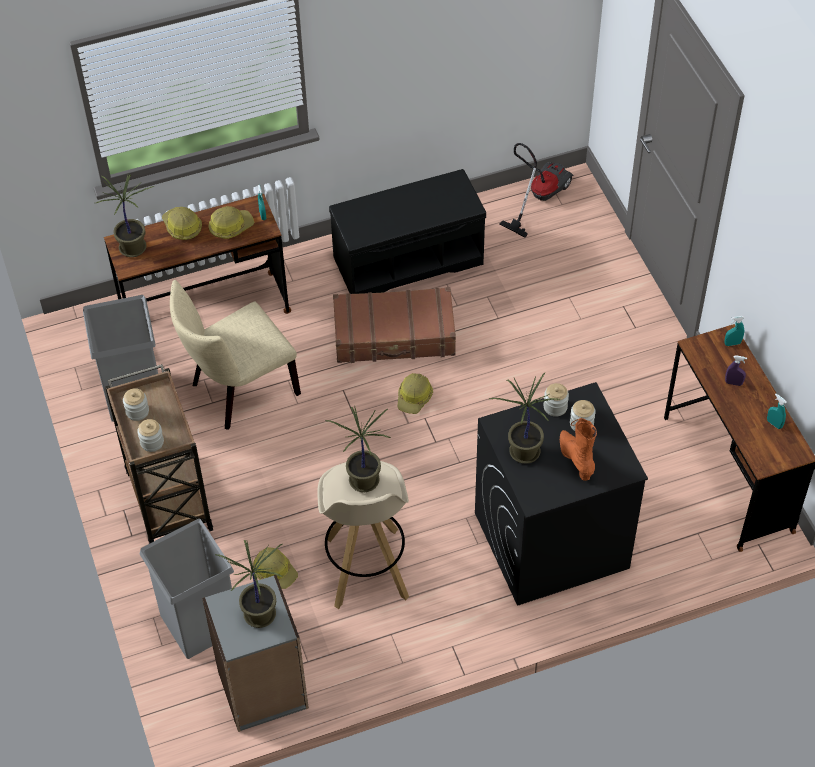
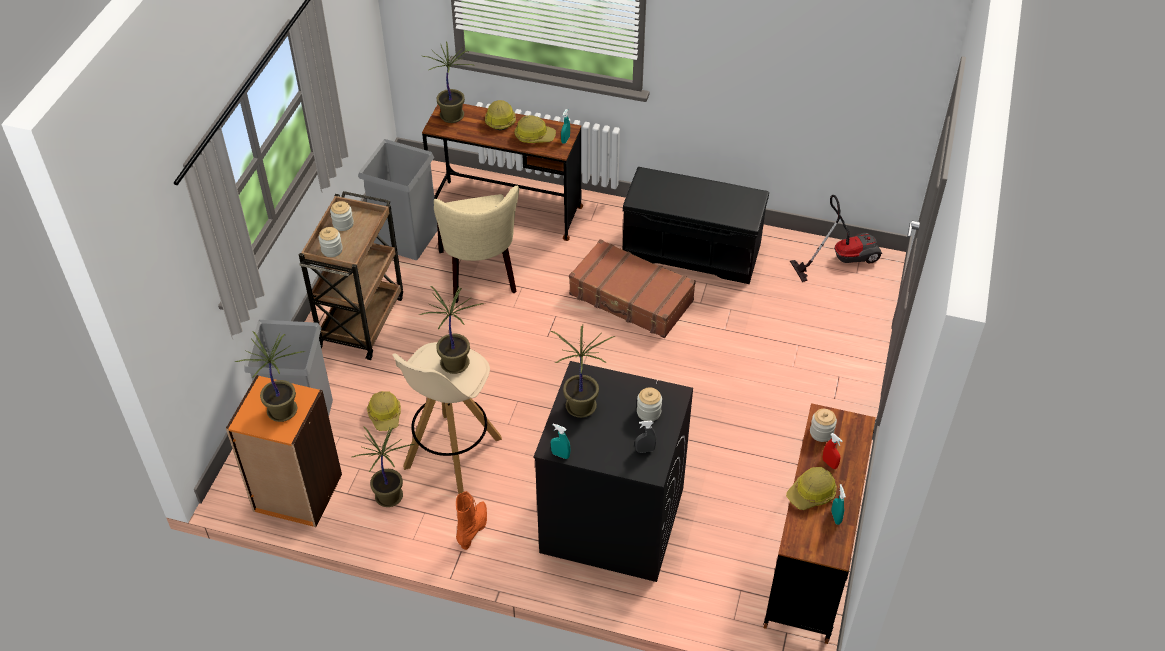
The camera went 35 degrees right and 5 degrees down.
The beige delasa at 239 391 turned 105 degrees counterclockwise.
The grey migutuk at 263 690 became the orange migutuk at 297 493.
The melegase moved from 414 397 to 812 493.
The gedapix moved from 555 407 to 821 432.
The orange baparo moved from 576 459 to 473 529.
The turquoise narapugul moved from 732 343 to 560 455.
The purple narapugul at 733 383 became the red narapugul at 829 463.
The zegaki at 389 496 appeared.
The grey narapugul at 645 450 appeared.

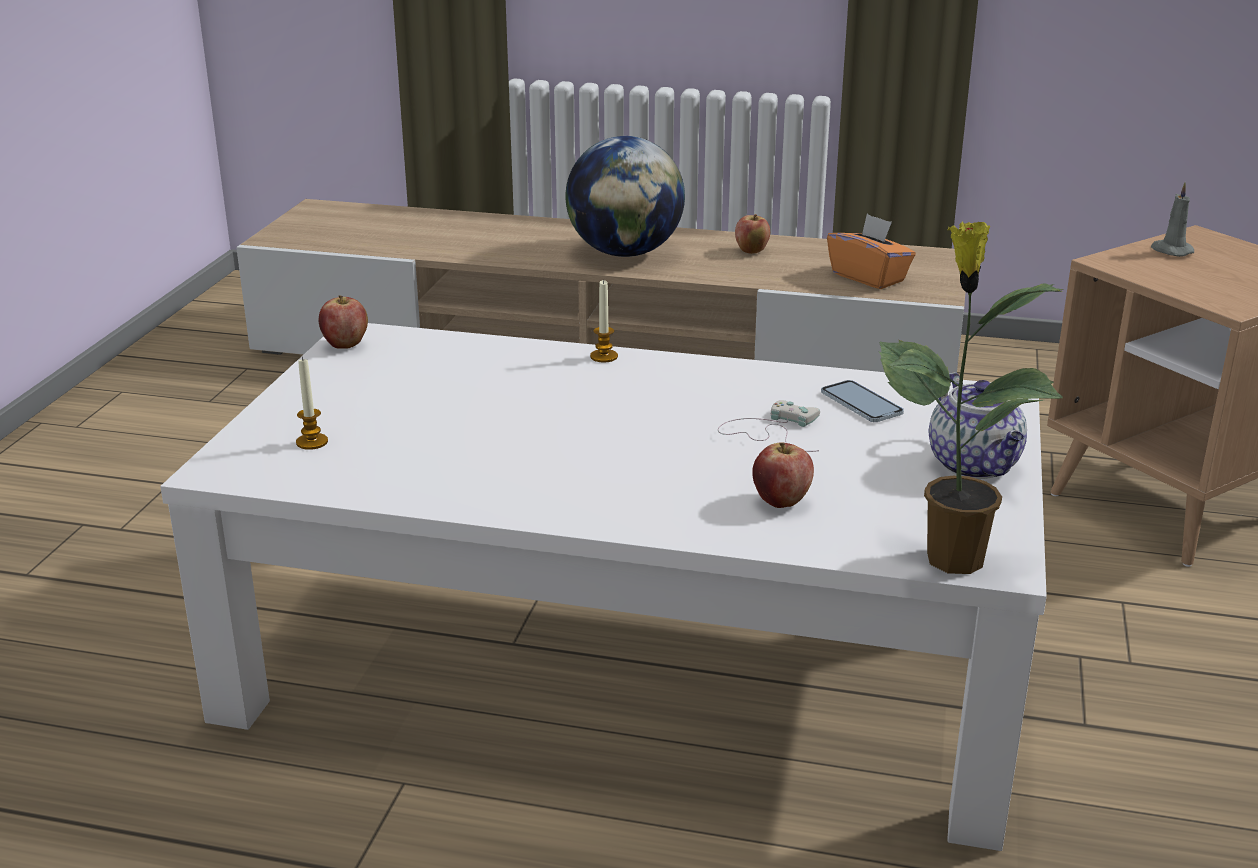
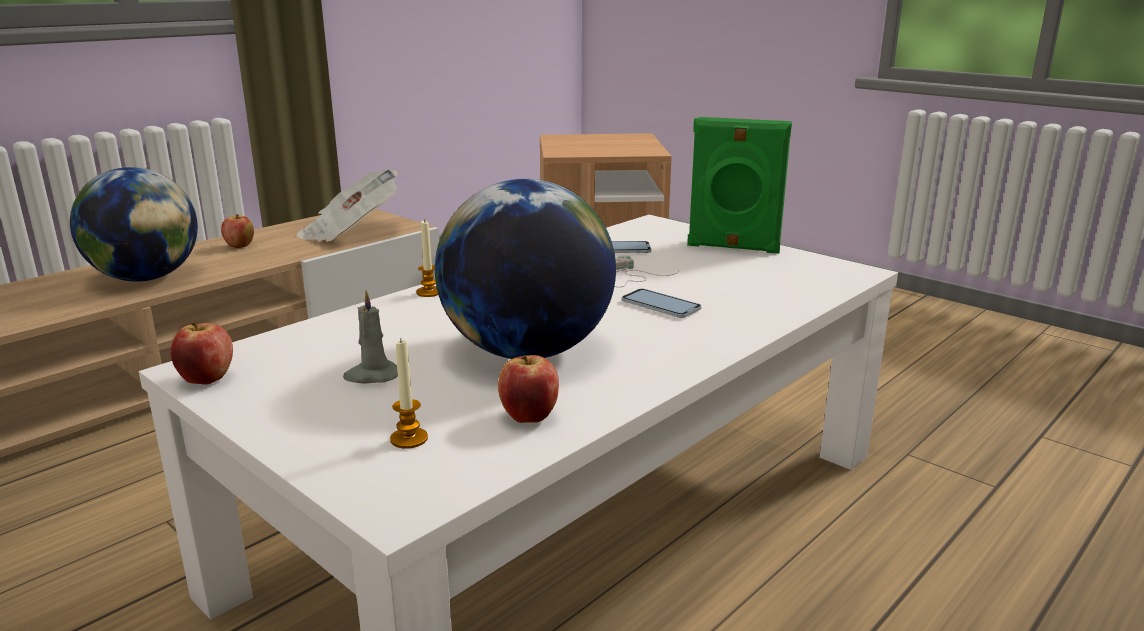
The camera went 60 degrees left and 5 degrees down.
The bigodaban moved from 781 502 to 530 417.
The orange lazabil at 869 277 was replaced by the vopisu at 350 233.
The zegaki at 950 558 disappeared.
The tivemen at 975 466 was replaced by the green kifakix at 733 247.
The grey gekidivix moved from 1170 251 to 371 376.
The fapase at 527 351 appeared.
The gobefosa at 660 305 appeared.

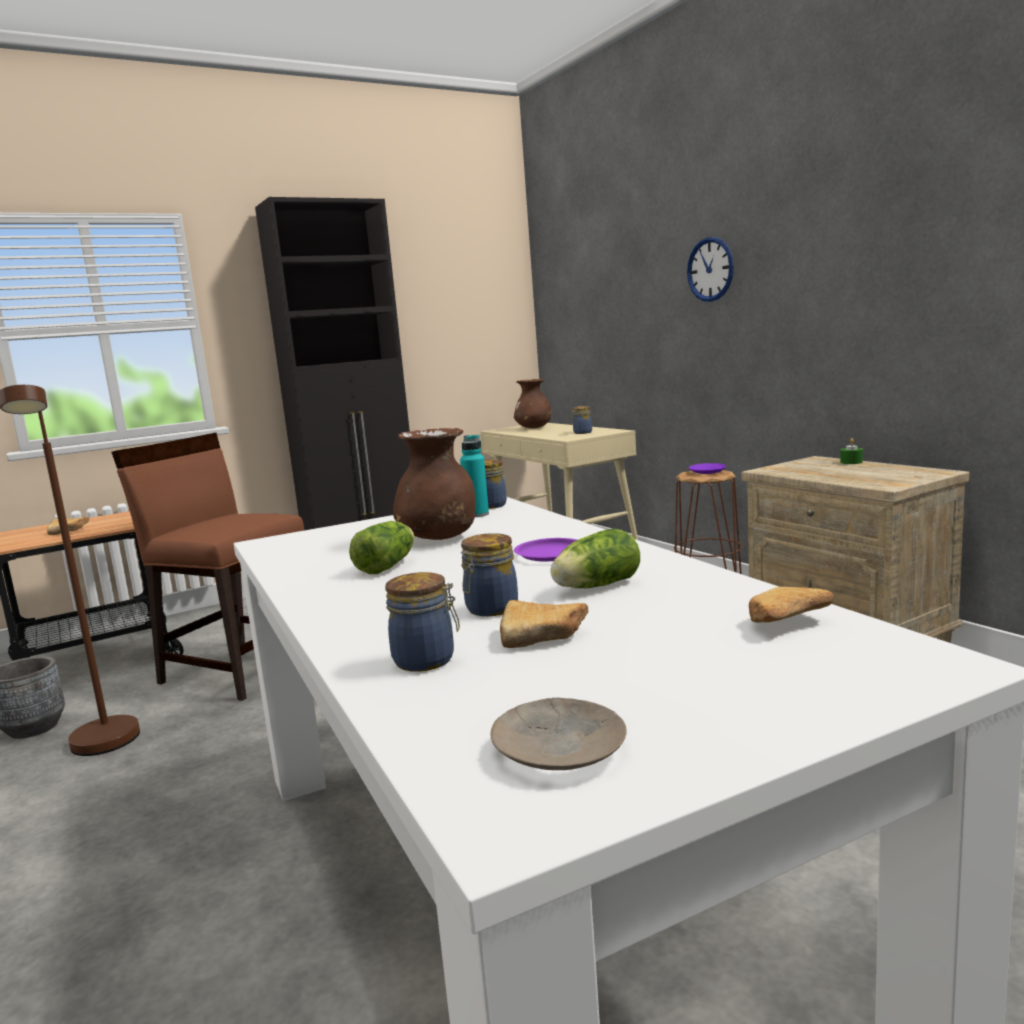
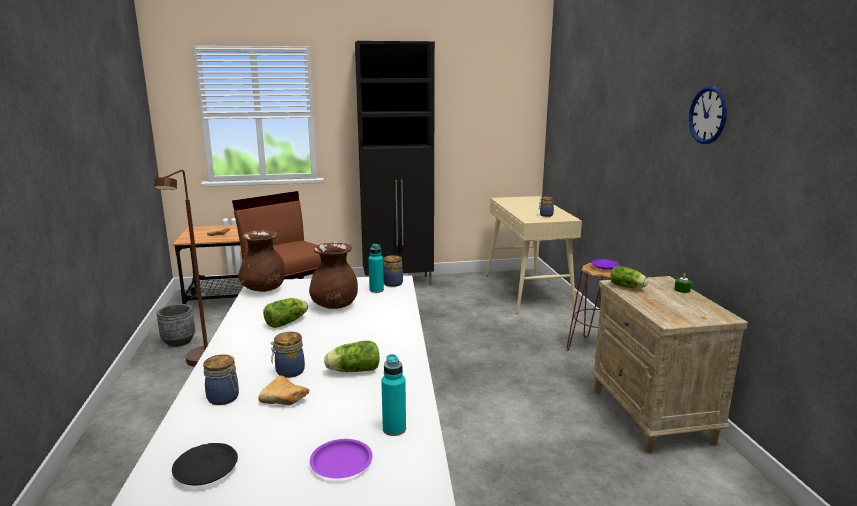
The camera went 20 degrees right and 5 degrees up.
The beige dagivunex at 558 748 became the black dagivunex at 207 470.
The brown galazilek moved from 533 428 to 264 290.
The purple dagivunex moved from 550 554 to 341 463.
The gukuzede moved from 710 269 to 708 115.
The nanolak at 782 624 was replaced by the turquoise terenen at 394 429.
The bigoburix at 628 287 appeared.

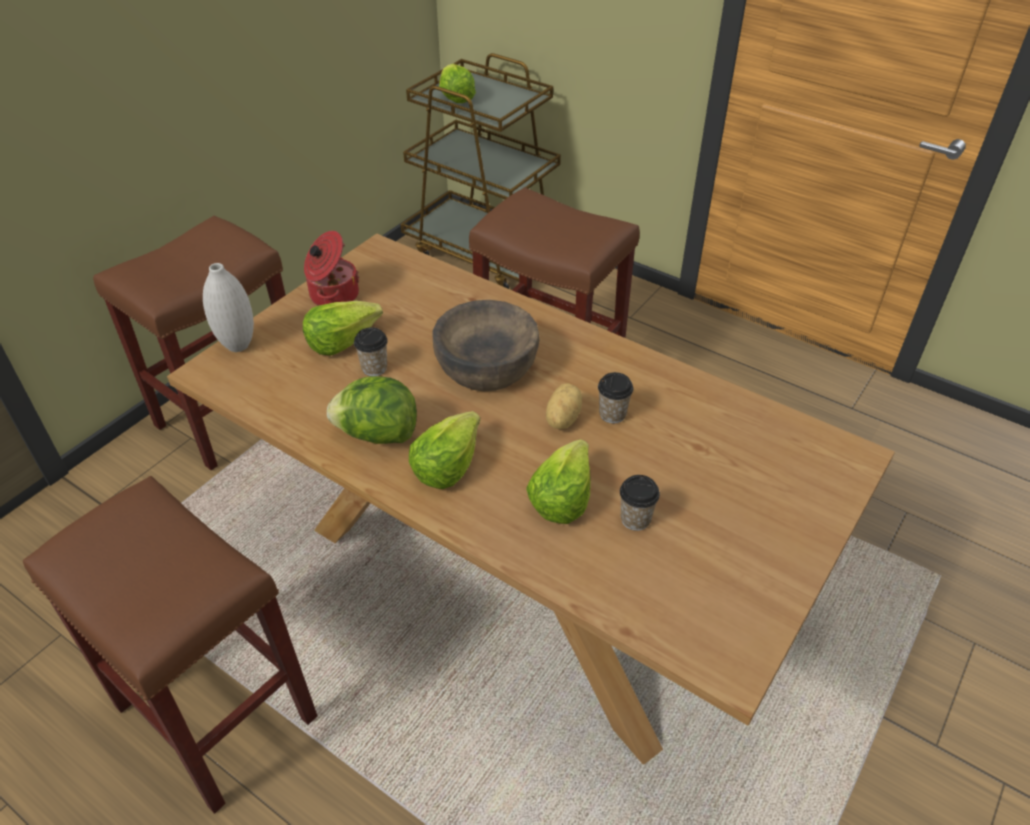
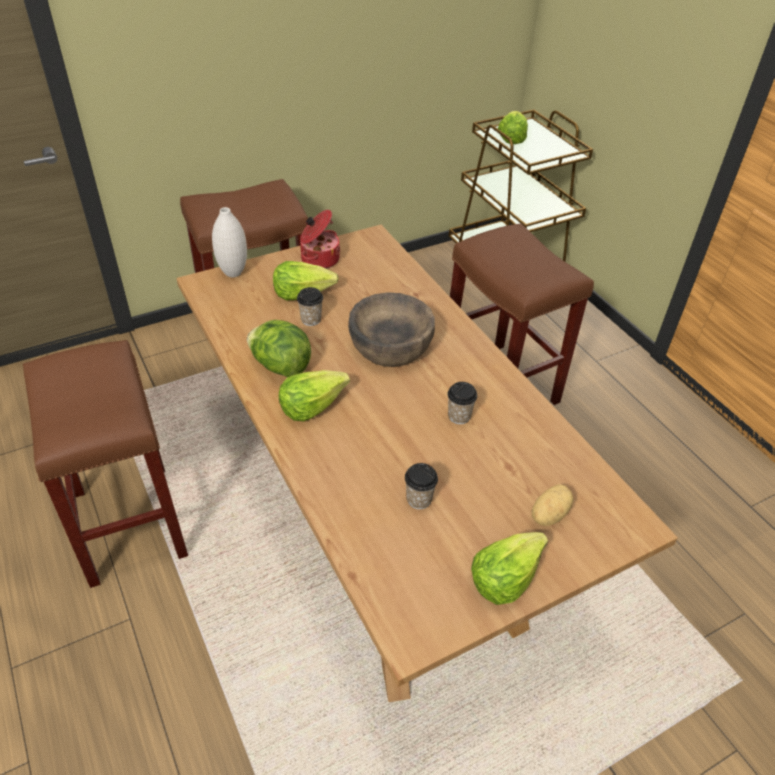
The camera went 25 degrees right and 0 degrees up.
The bigoburix moved from 561 497 to 505 577.
The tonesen moved from 561 418 to 548 514.

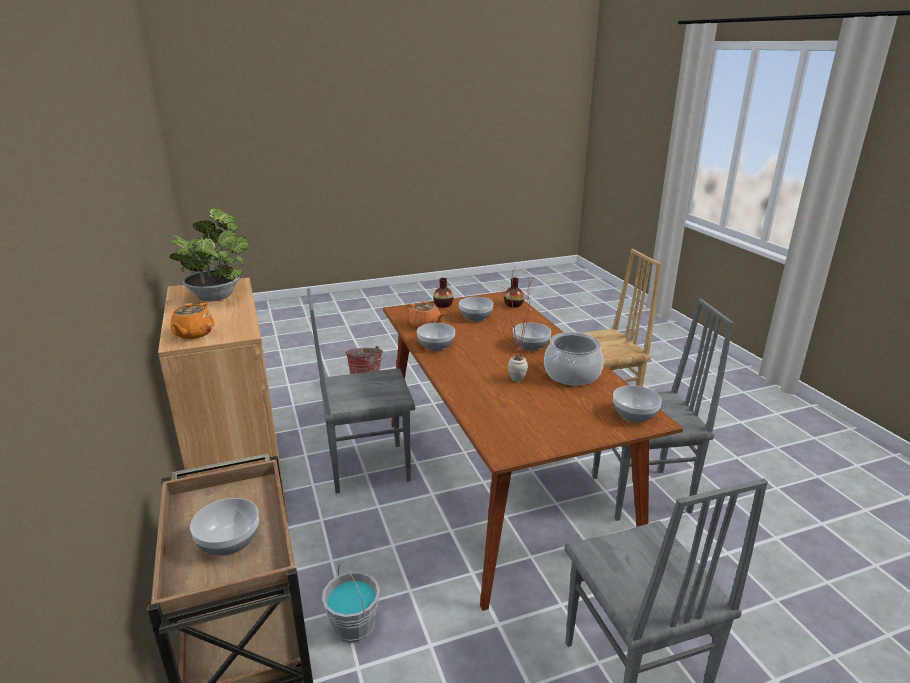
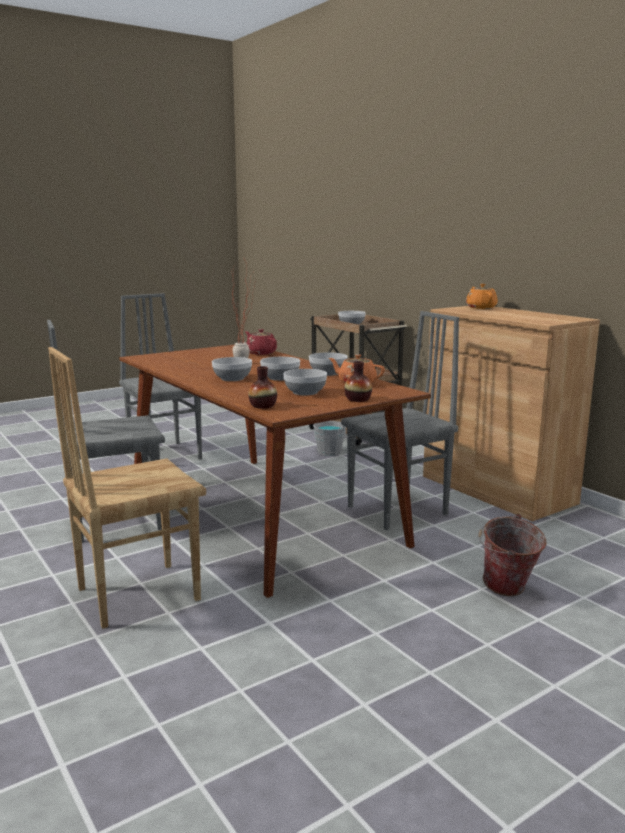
The camera went 165 degrees right and 10 degrees down.
The zegaki at 216 296 disappeared.
The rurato at 571 374 disappeared.
The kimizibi moved from 634 415 to 280 378.
The red tivemen at 261 353 appeared.

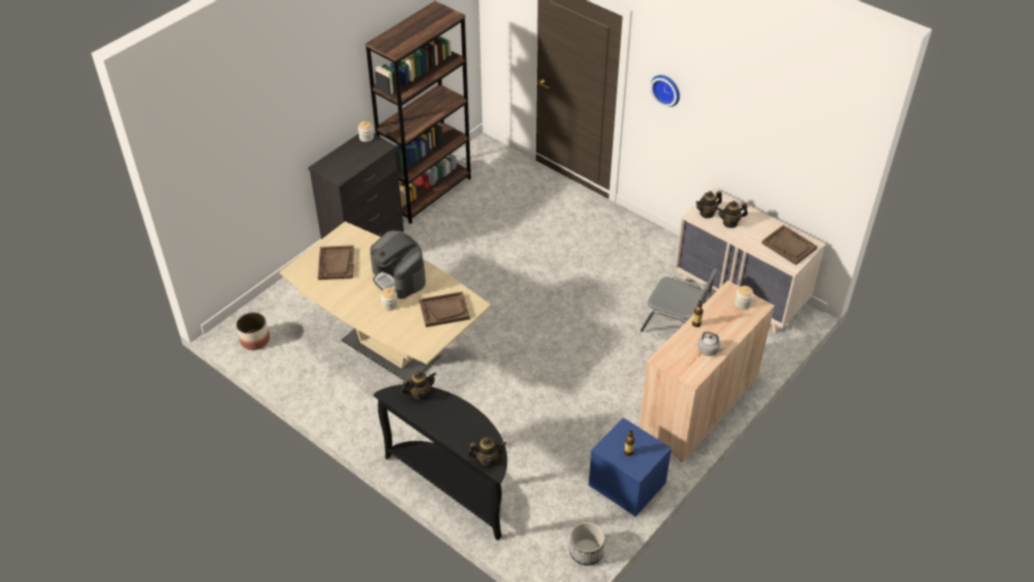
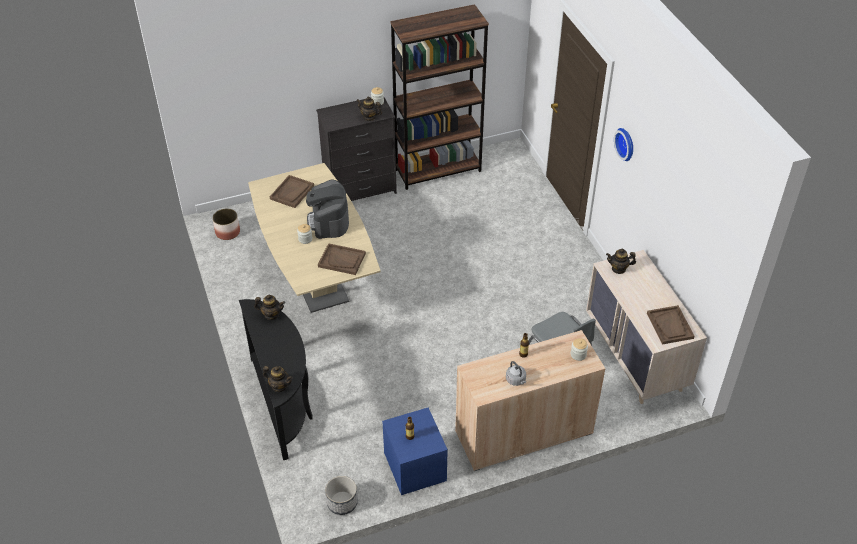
The camera went 30 degrees right and 0 degrees up.
The tivemen moved from 730 223 to 369 117.

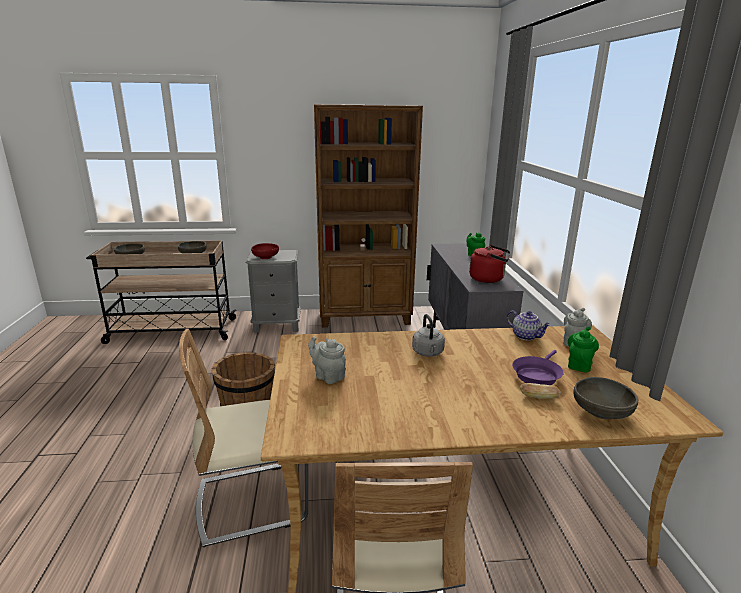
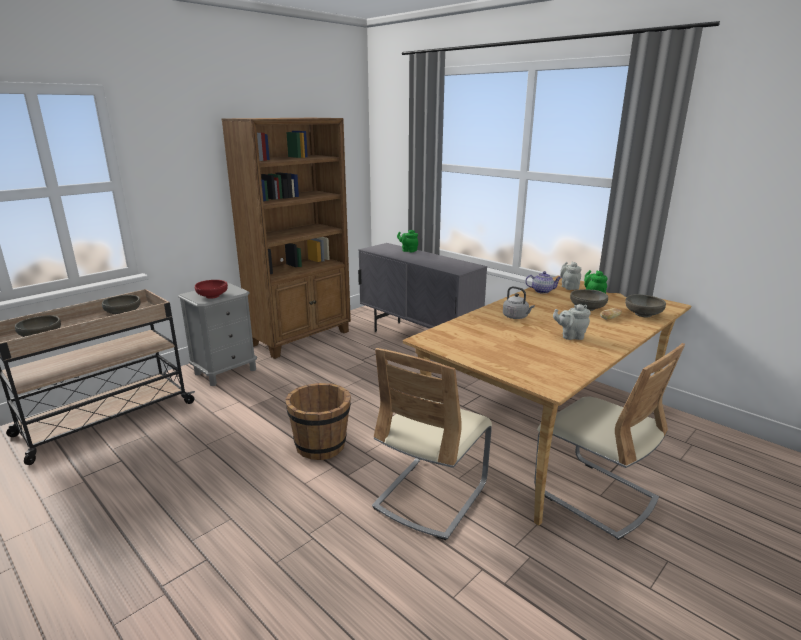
The camera went 40 degrees left and 0 degrees up.
The grey tivemen moved from 328 376 to 570 336.
The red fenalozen at 488 279 disappeared.
The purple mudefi at 537 375 was replaced by the grey kimizibi at 587 308.

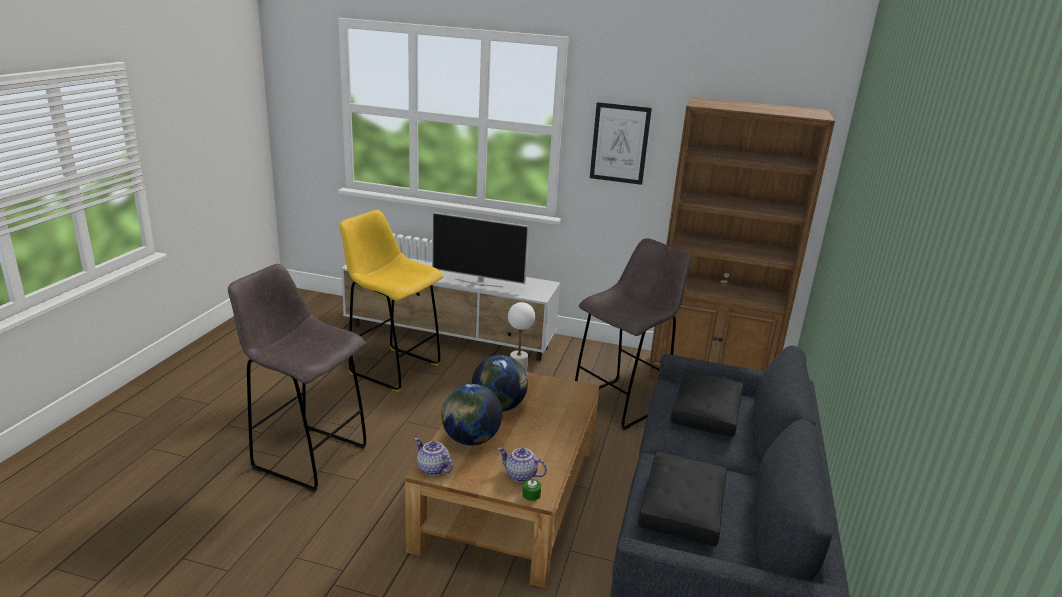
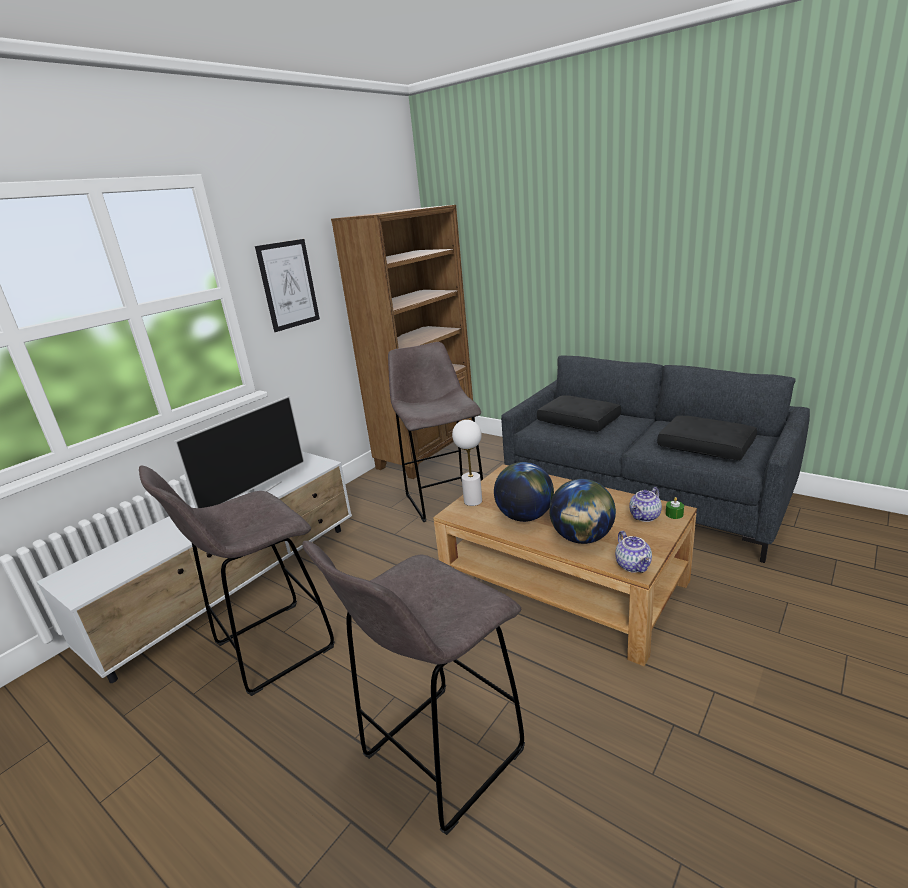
The camera went 65 degrees left and 0 degrees up.
The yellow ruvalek at 393 368 became the grey ruvalek at 270 648.
The tivemen at 432 469 turned 75 degrees counterclockwise.

